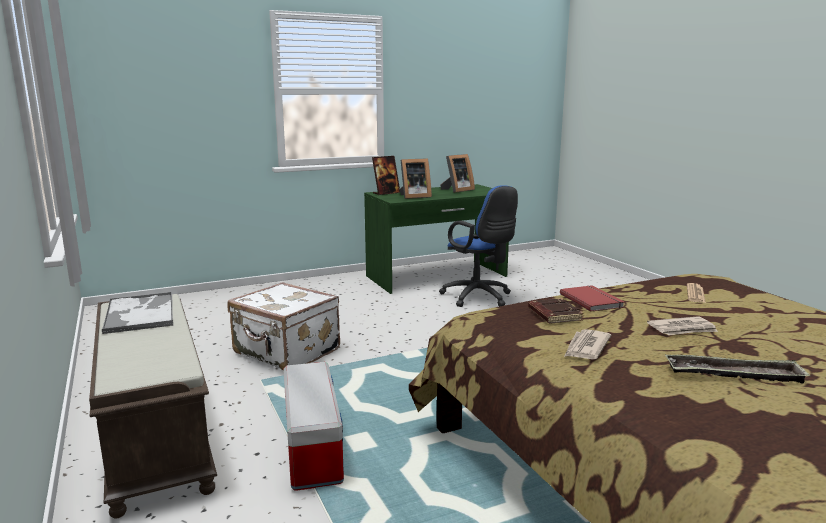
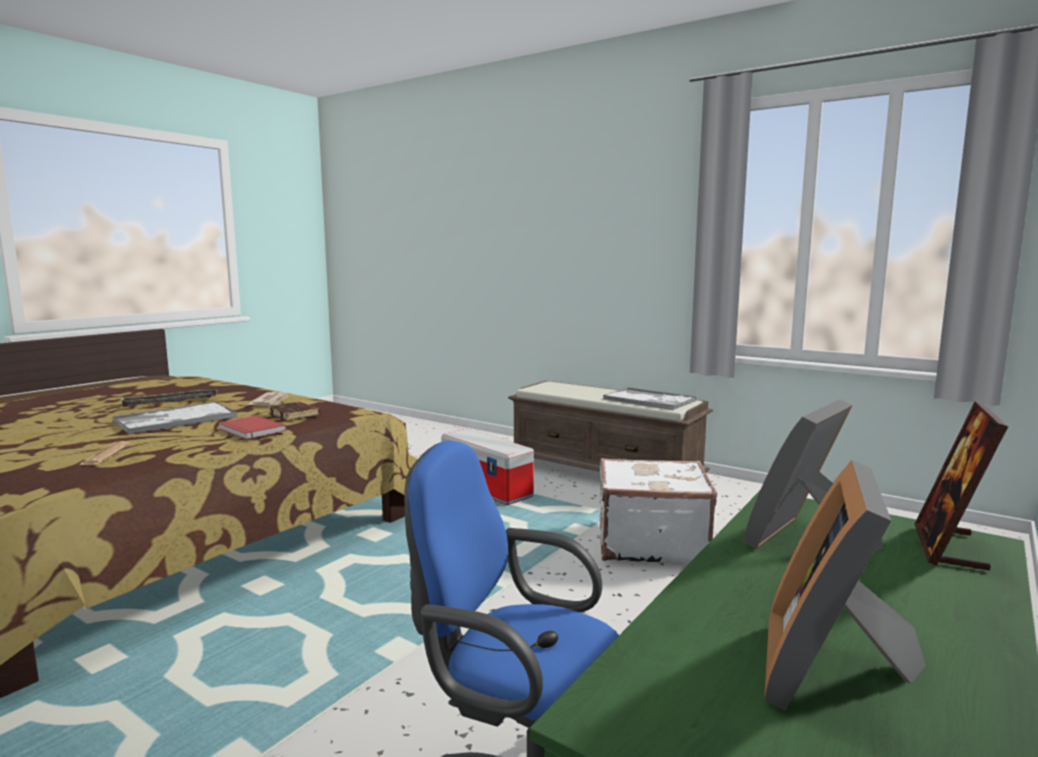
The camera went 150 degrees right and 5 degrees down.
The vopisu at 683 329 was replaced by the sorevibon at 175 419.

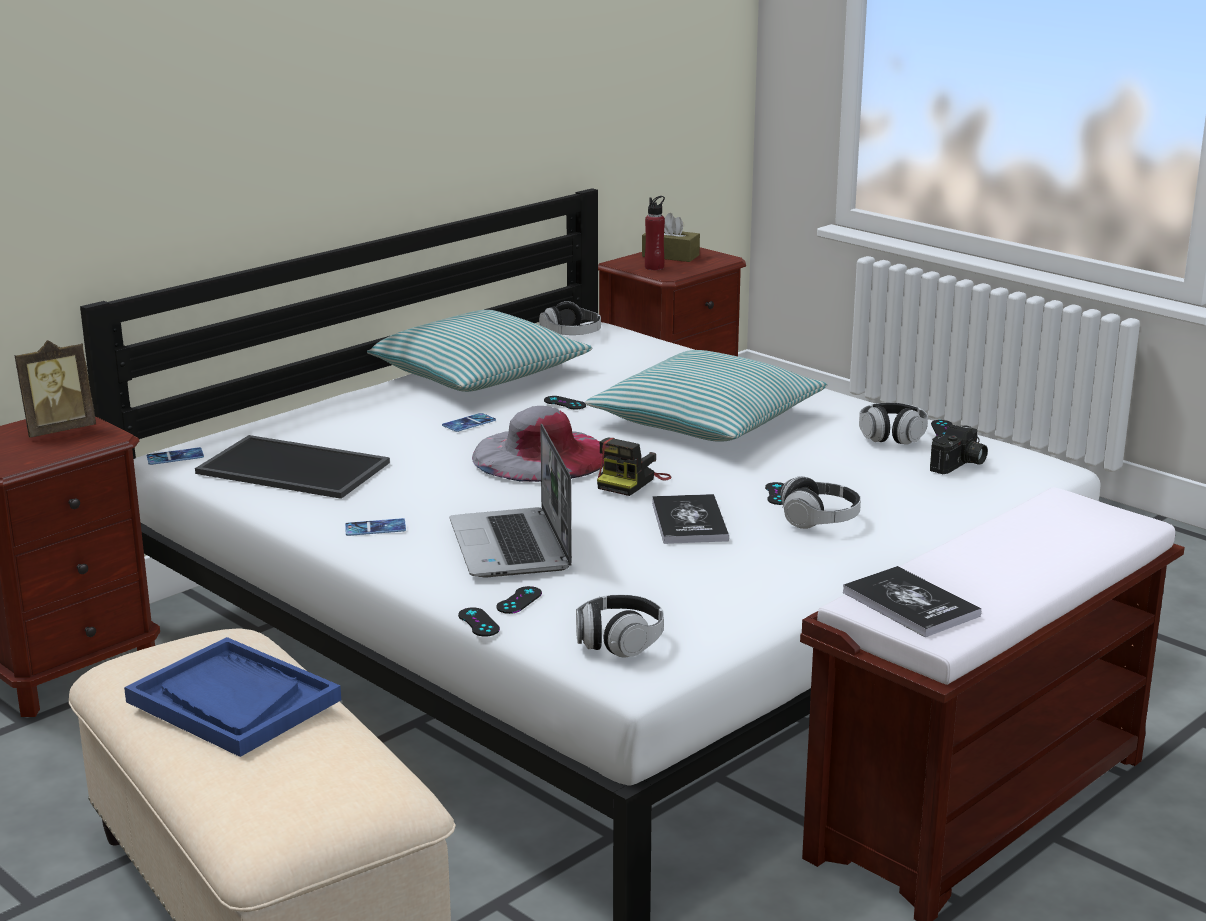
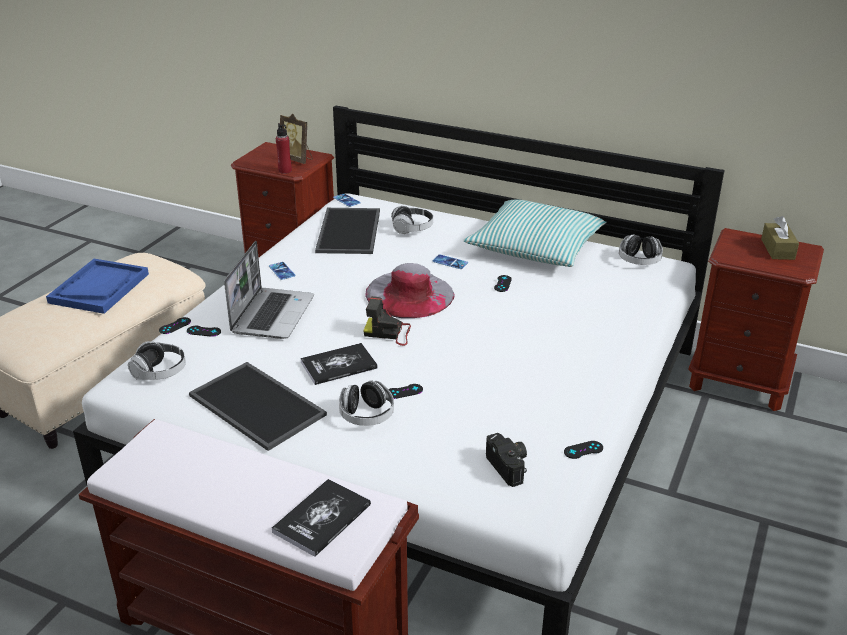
The camera went 70 degrees right and 10 degrees up.
The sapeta at 512 547 turned 135 degrees clockwise.
The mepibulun at 706 420 disappeared.
The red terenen moved from 654 267 to 285 171.
The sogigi moved from 910 604 to 322 518.
The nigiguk moved from 892 436 to 412 229.
The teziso at 959 465 turned 135 degrees counterclockwise.
The sorevibon at 259 405 appeared.

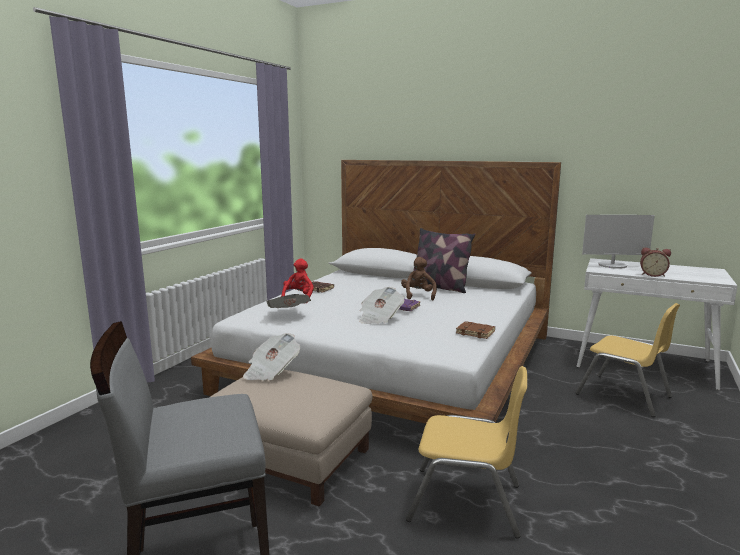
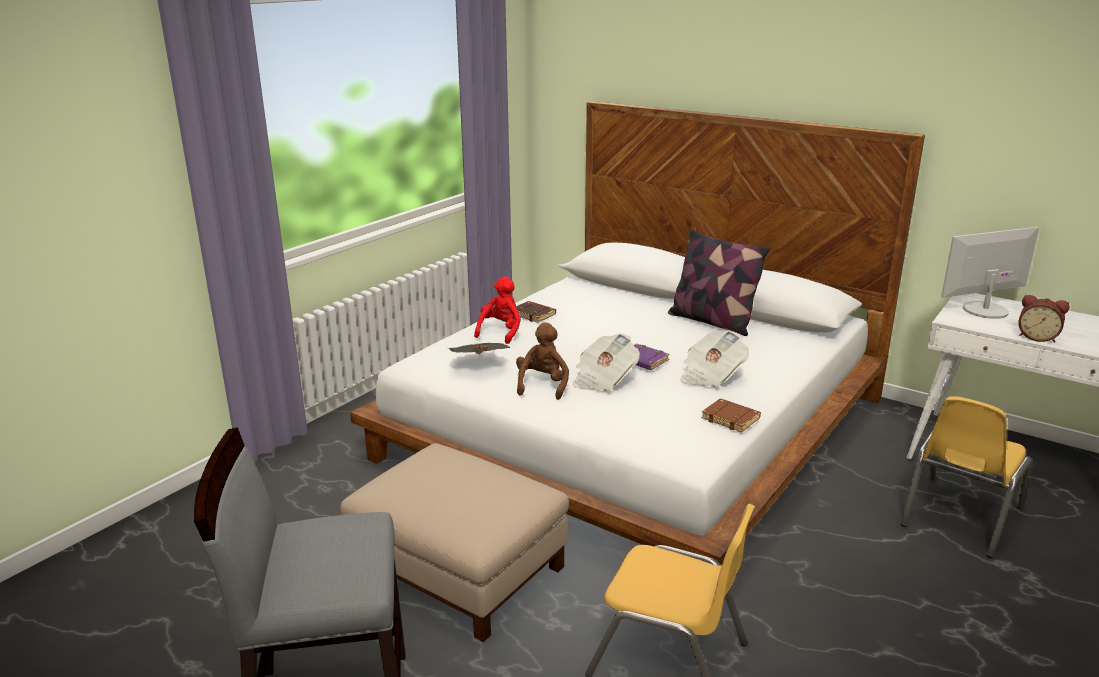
The camera went 10 degrees right and 10 degrees up.
The vopisu moved from 271 371 to 710 376.
The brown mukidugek moved from 418 295 to 542 385.
The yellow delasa at 624 396 turned 75 degrees clockwise.
The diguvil at 612 265 turned 150 degrees clockwise.

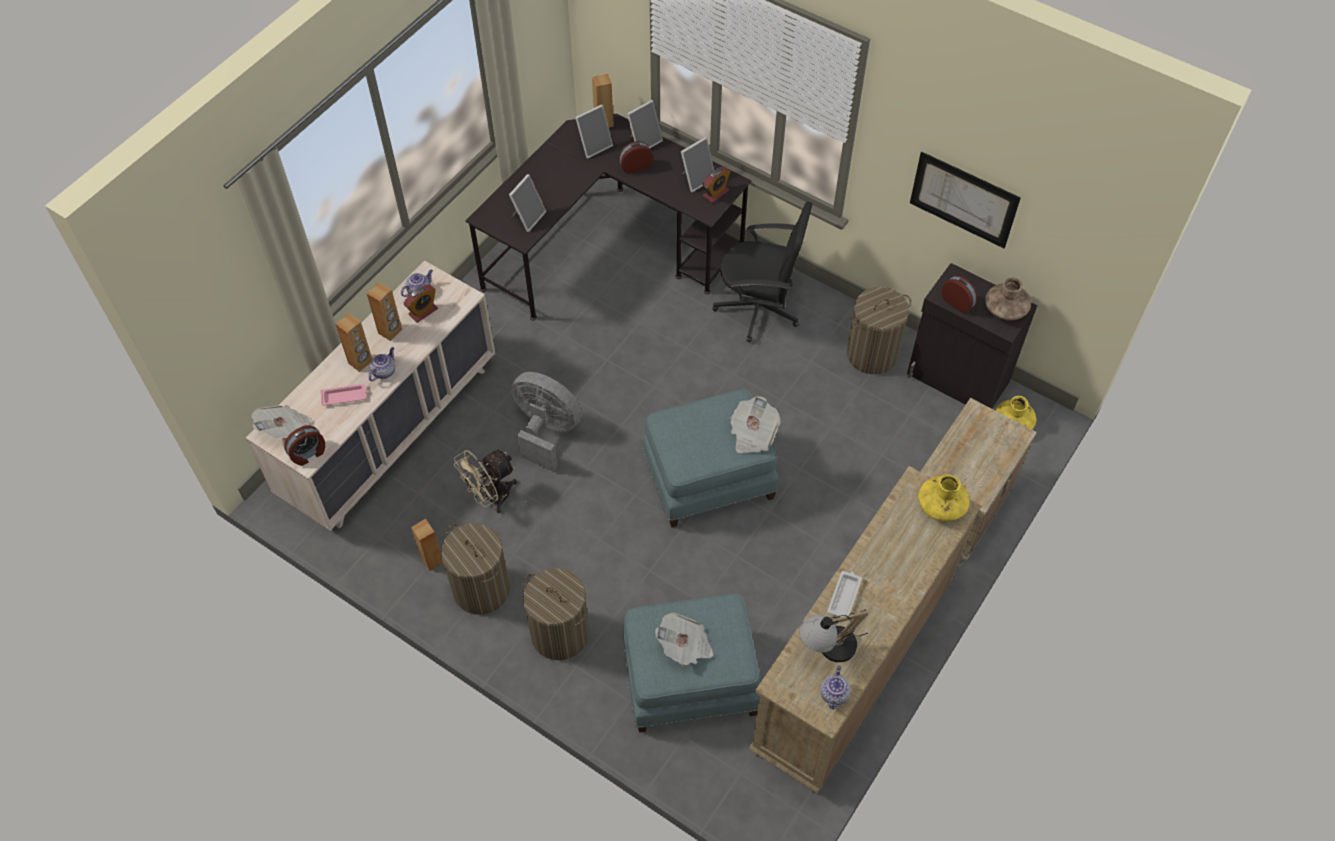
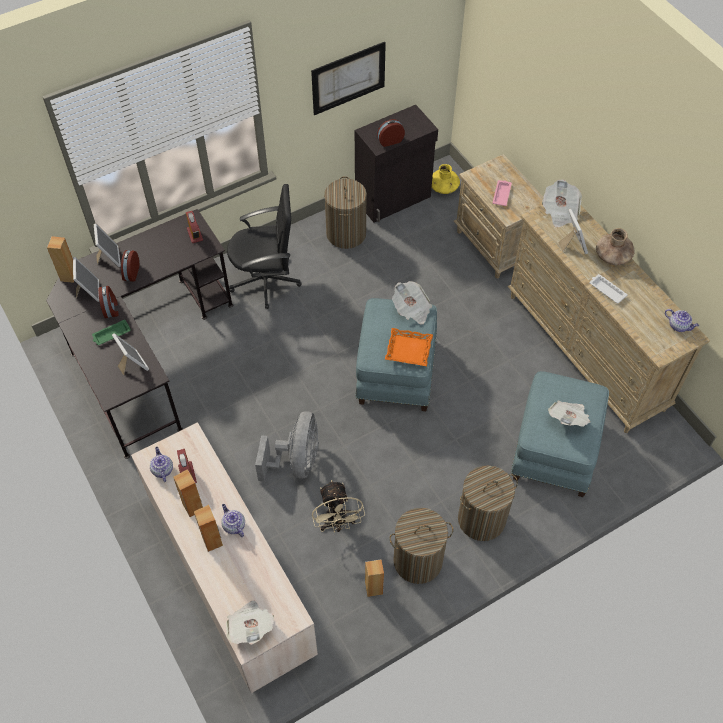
The camera went 65 degrees left and 0 degrees up.
The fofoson moved from 308 454 to 111 309.
The pink sorevibon moved from 345 396 to 501 194.
The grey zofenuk at 546 431 turned 135 degrees clockwise.
The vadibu moved from 696 178 to 572 244.
The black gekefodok at 759 308 turned 45 degrees clockwise.
The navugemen at 828 649 disappeared.
The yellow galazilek at 941 505 was replaced by the vopisu at 560 211.
The brown galazilek moved from 1005 309 to 612 256.
The green sorevibon at 111 334 appeared.
The orange sorevibon at 409 349 appeared.

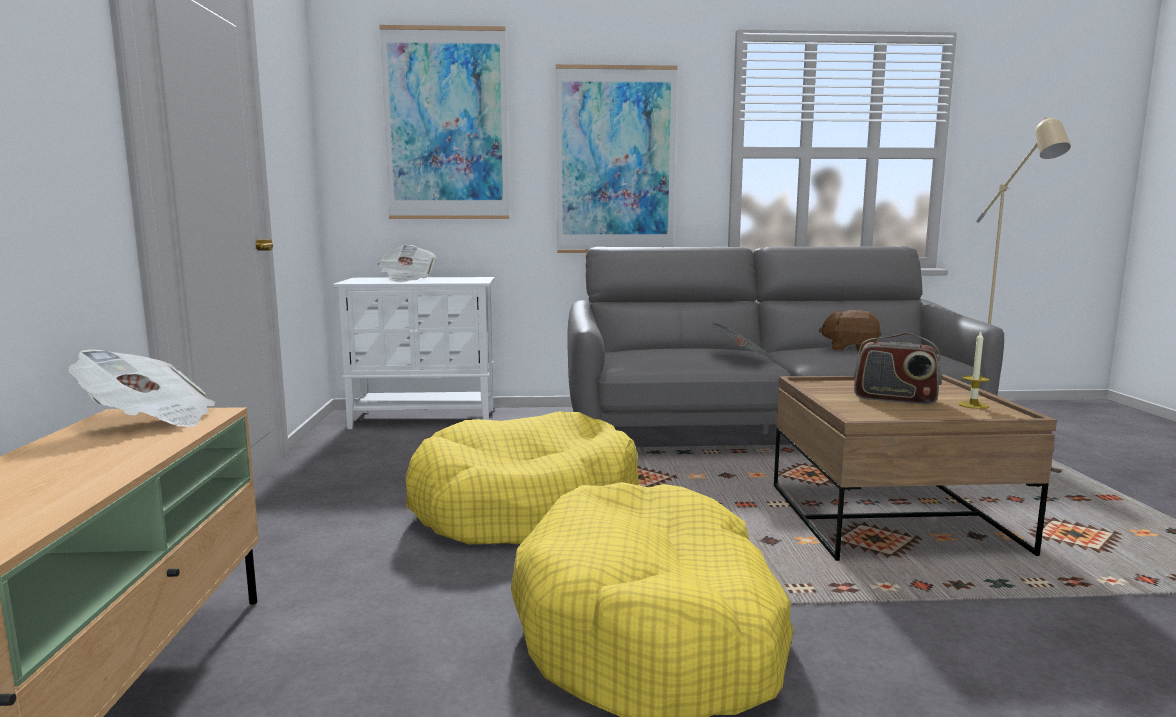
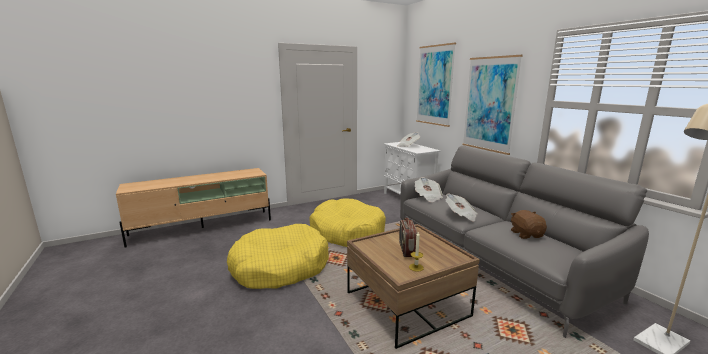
The camera went 65 degrees right and 5 degrees up.
The vopisu moved from 150 420 to 428 197.

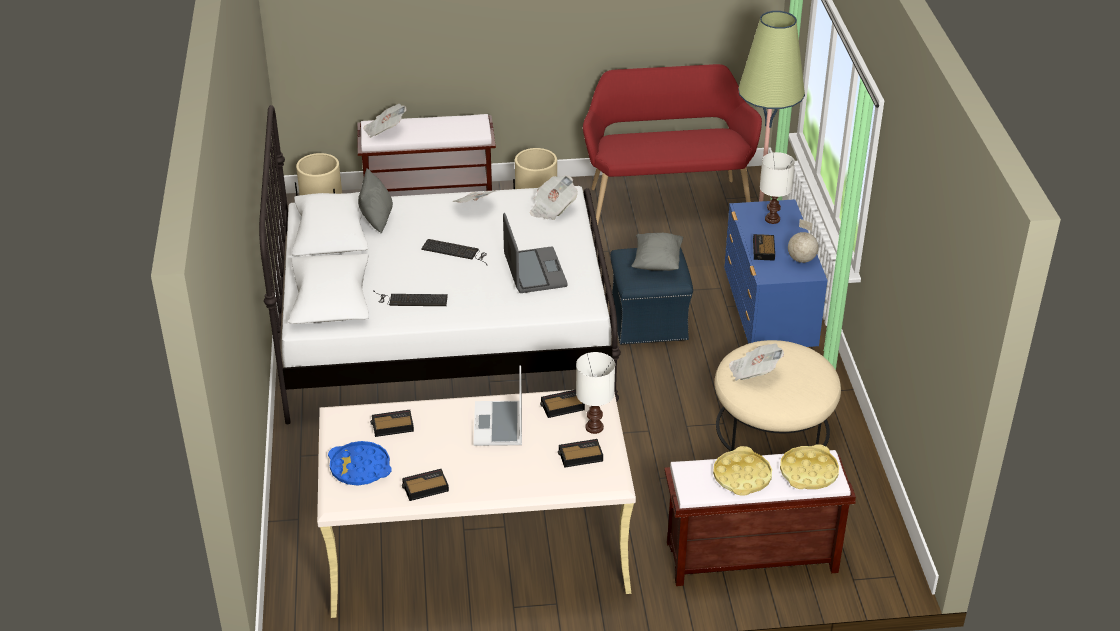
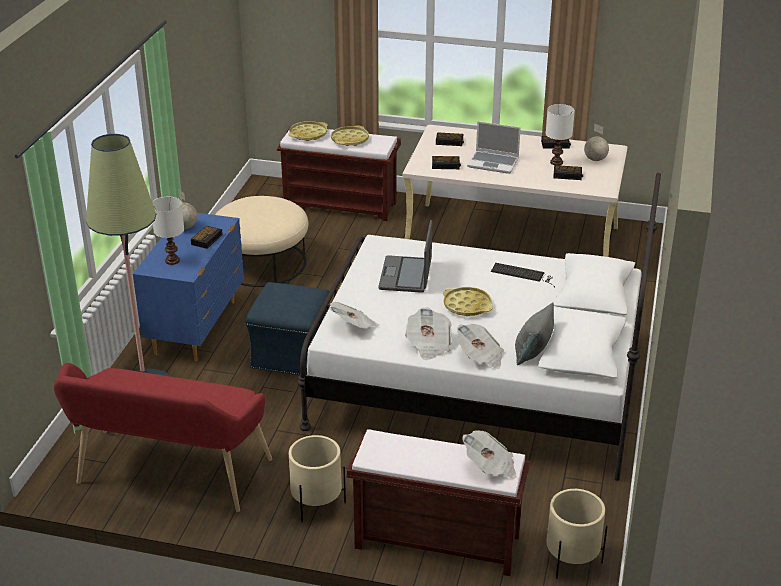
The camera went 160 degrees left and 5 degrees down.
The blue sorevibon at 360 468 was replaced by the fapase at 595 159.
The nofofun at 456 251 was replaced by the yellow sorevibon at 467 305.
The sapeta at 499 426 turned 90 degrees clockwise.
The white navugemen moved from 595 427 to 556 162.
The grey mepibulun at 657 262 disappeared.
The vopisu moved from 753 372 to 480 357.

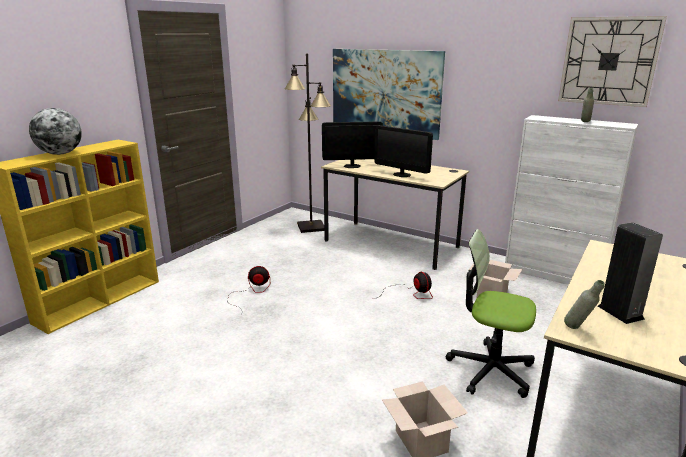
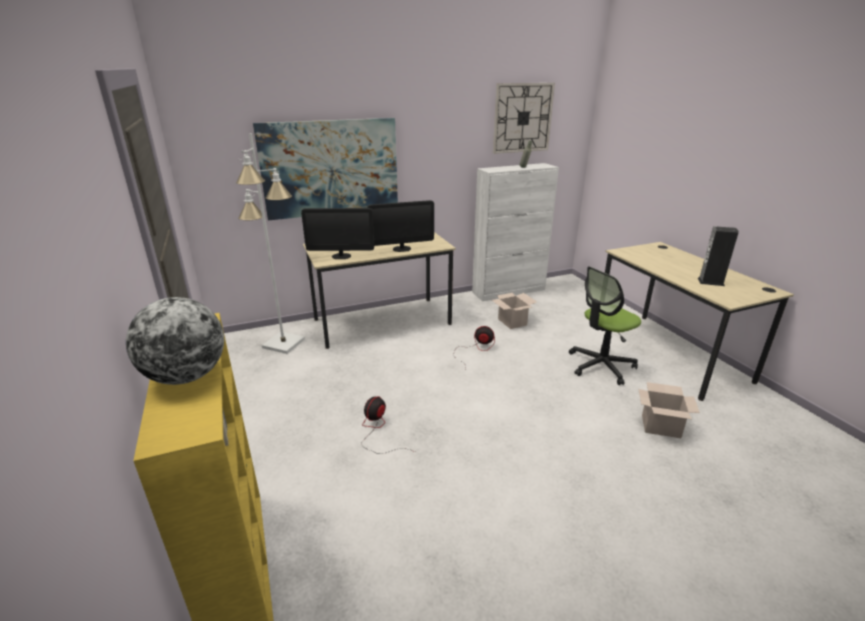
The camera went 55 degrees left and 5 degrees up.
The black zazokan at 310 227 became the white zazokan at 283 343.
The diguvil at 352 166 turned 120 degrees counterclockwise.
The grey terenen at 578 329 disappeared.

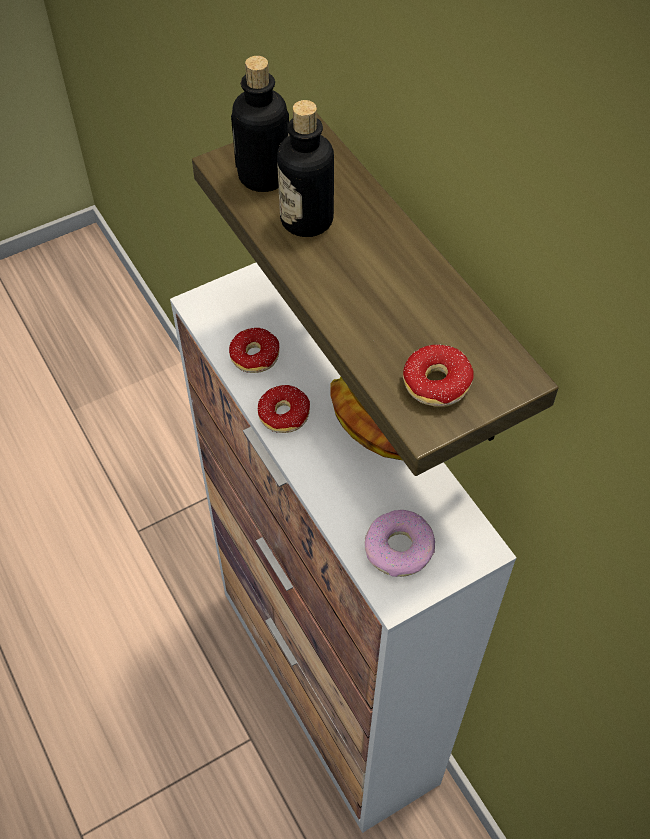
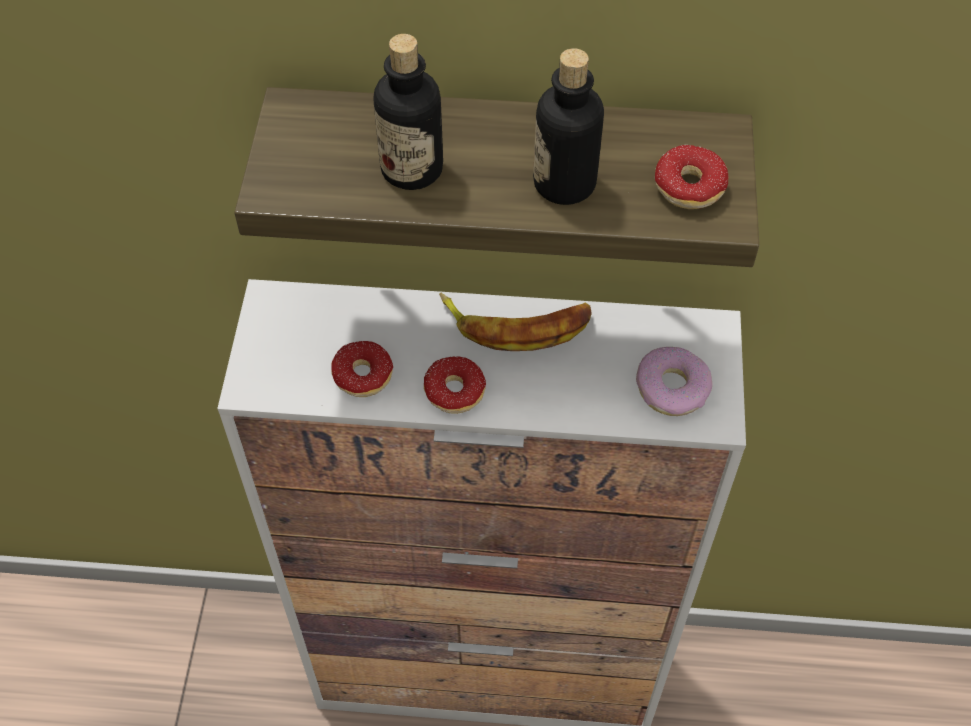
The camera went 55 degrees left and 0 degrees up.
The terenen moved from 263 176 to 564 183.

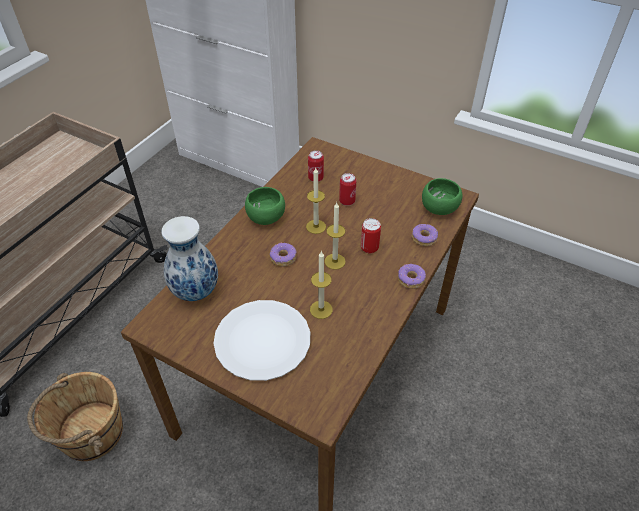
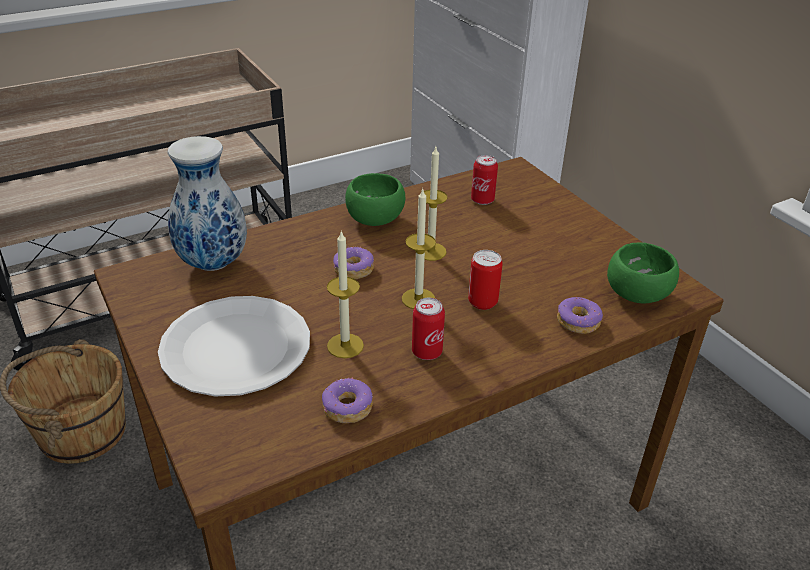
The camera went 30 degrees right and 10 degrees down.
The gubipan moved from 347 201 to 427 352.
The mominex moved from 410 280 to 347 408.

